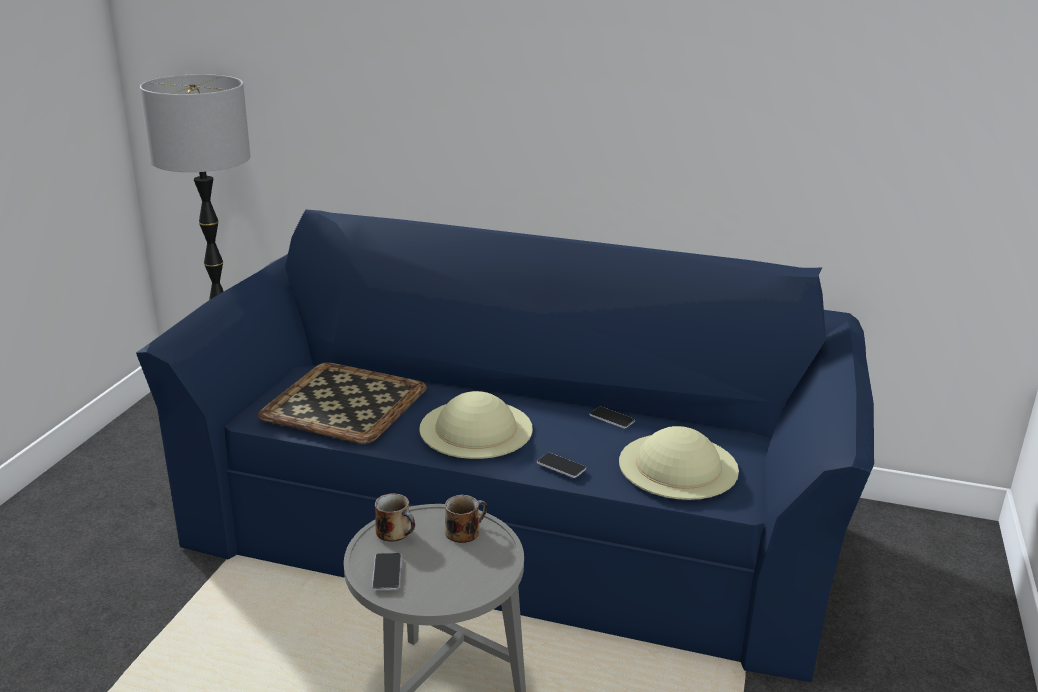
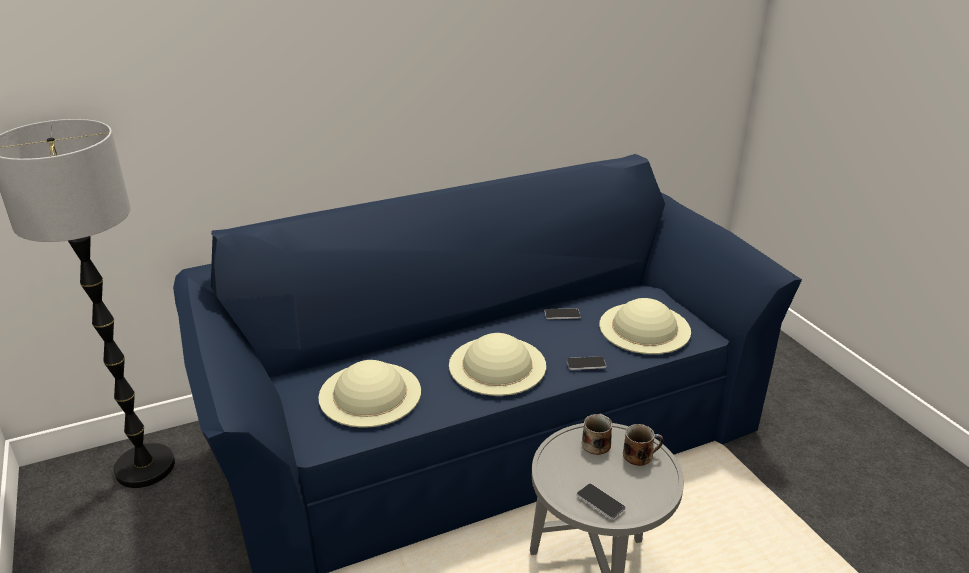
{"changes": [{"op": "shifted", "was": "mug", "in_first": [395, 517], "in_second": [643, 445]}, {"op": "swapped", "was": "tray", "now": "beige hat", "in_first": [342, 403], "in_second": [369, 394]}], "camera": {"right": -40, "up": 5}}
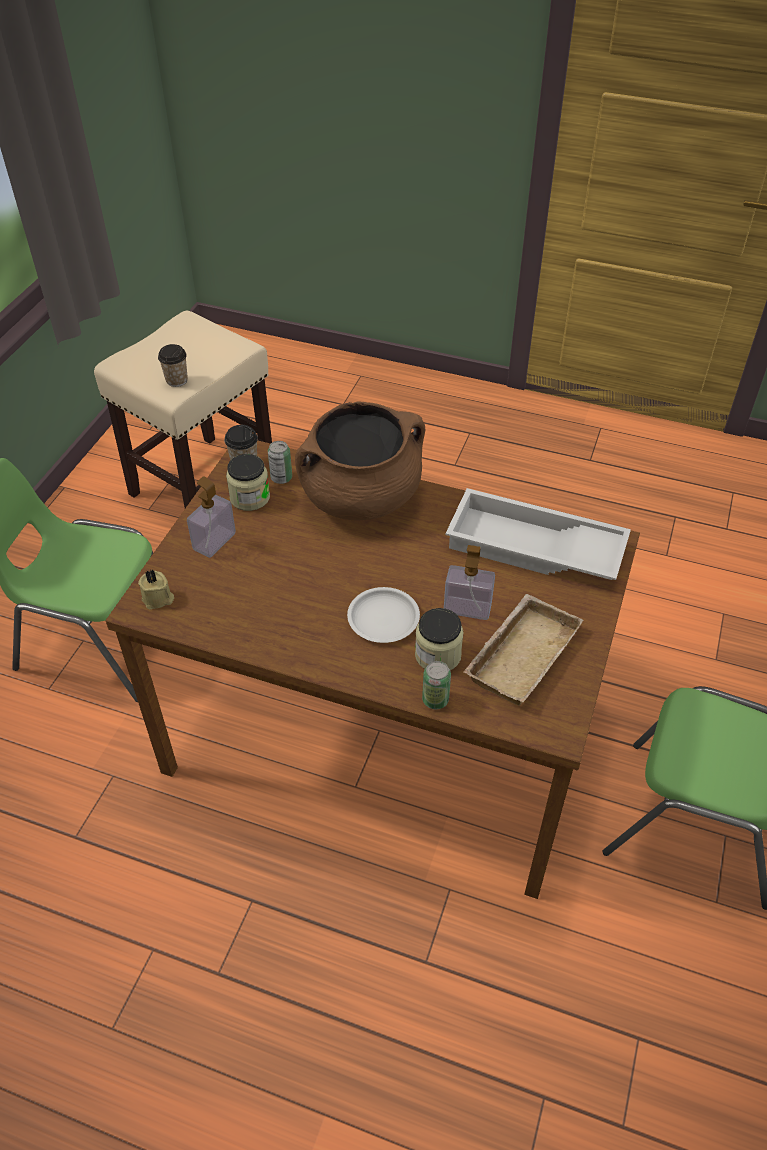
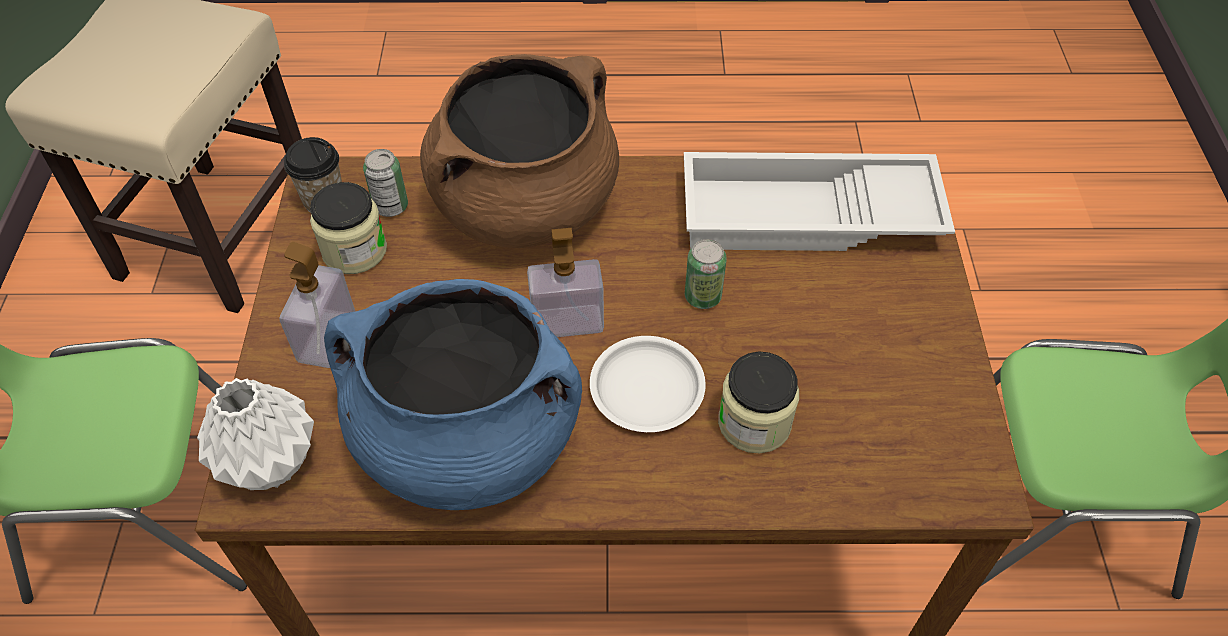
{"changes": [{"op": "gone", "was": "cup", "in_first": [173, 365]}, {"op": "gone", "was": "beige tray", "in_first": [524, 650]}, {"op": "new", "now": "blue cooking pot", "in_second": [453, 394]}, {"op": "shifted", "was": "can", "in_first": [436, 685], "in_second": [706, 274]}, {"op": "shifted", "was": "soap dispenser", "in_first": [469, 582], "in_second": [565, 282]}, {"op": "swapped", "was": "beige candle", "now": "white vase", "in_first": [156, 590], "in_second": [255, 434]}], "camera": {"right": -20, "up": 5}}
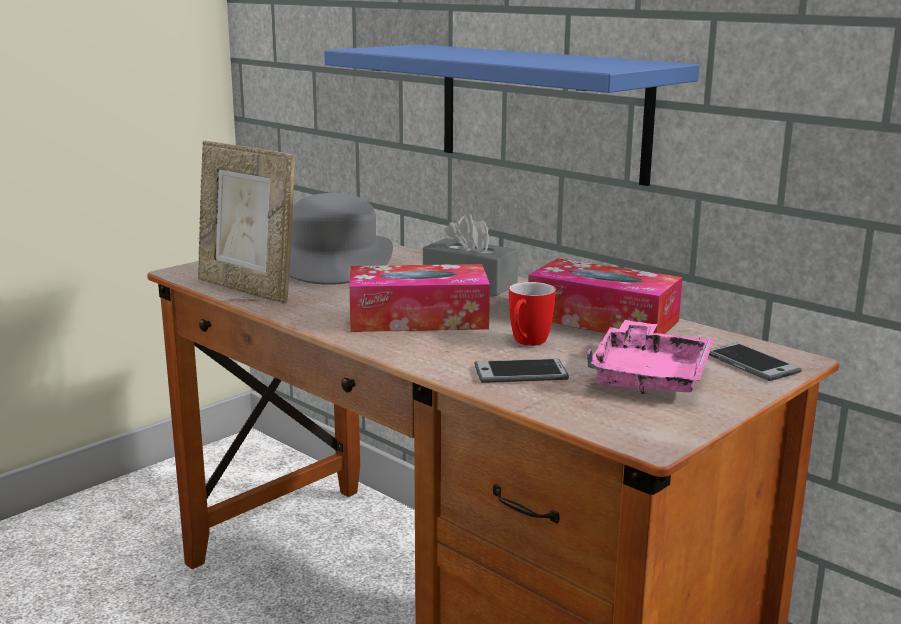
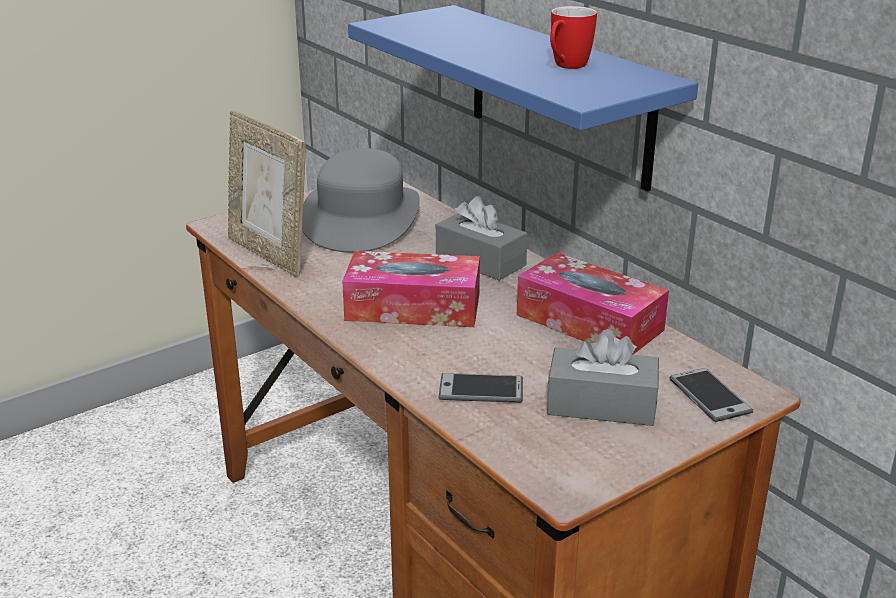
{"changes": [{"op": "shifted", "was": "mug", "in_first": [532, 314], "in_second": [573, 37]}, {"op": "swapped", "was": "pink tray", "now": "grey tissue box", "in_first": [650, 357], "in_second": [603, 377]}], "camera": {"right": 10, "up": 10}}
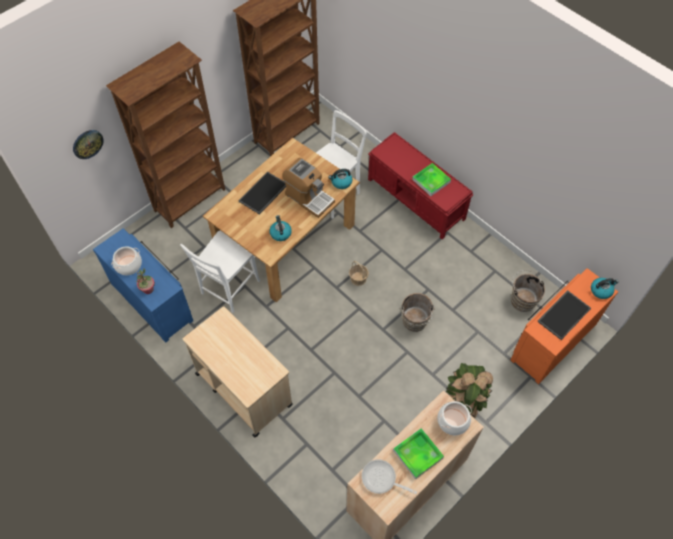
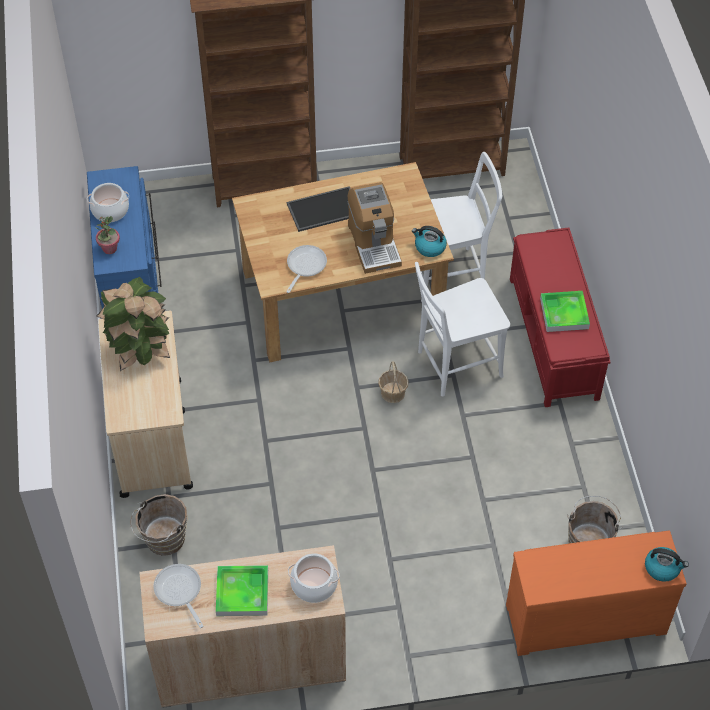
{"changes": [{"op": "gone", "was": "wall clock", "in_first": [88, 144]}, {"op": "gone", "was": "tray", "in_first": [564, 315]}, {"op": "shifted", "was": "white chair", "in_first": [220, 271], "in_second": [462, 329]}, {"op": "shifted", "was": "brown bucket", "in_first": [417, 312], "in_second": [159, 525]}, {"op": "shifted", "was": "potted plant", "in_first": [469, 390], "in_second": [133, 324]}, {"op": "swapped", "was": "kettle", "now": "frying pan", "in_first": [280, 228], "in_second": [306, 269]}], "camera": {"right": 35, "up": -5}}
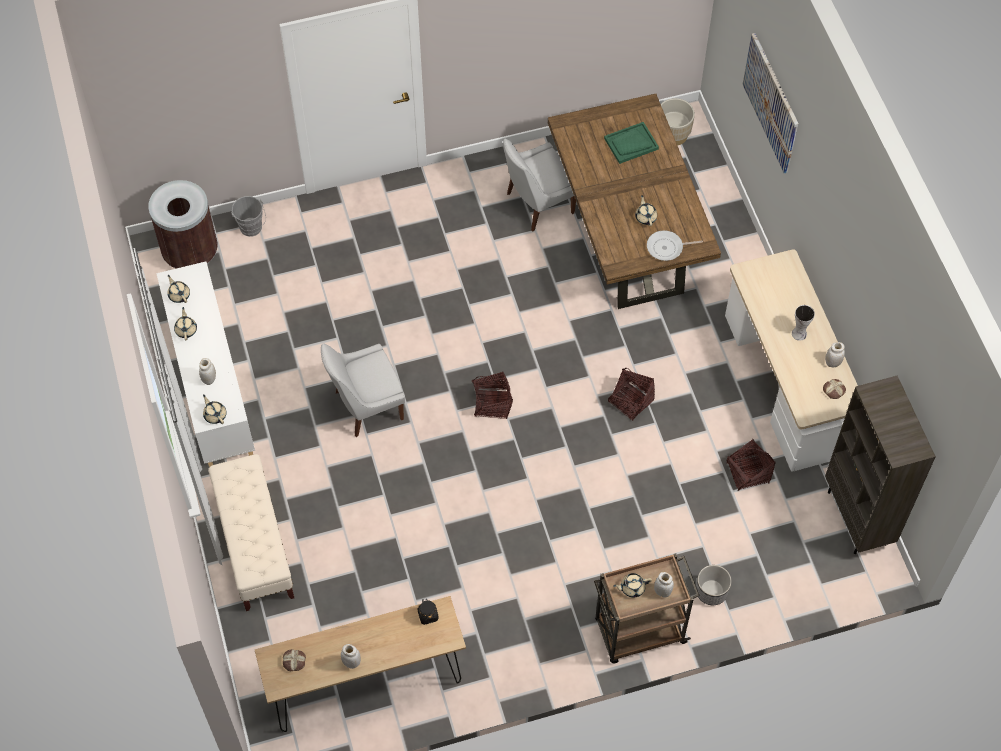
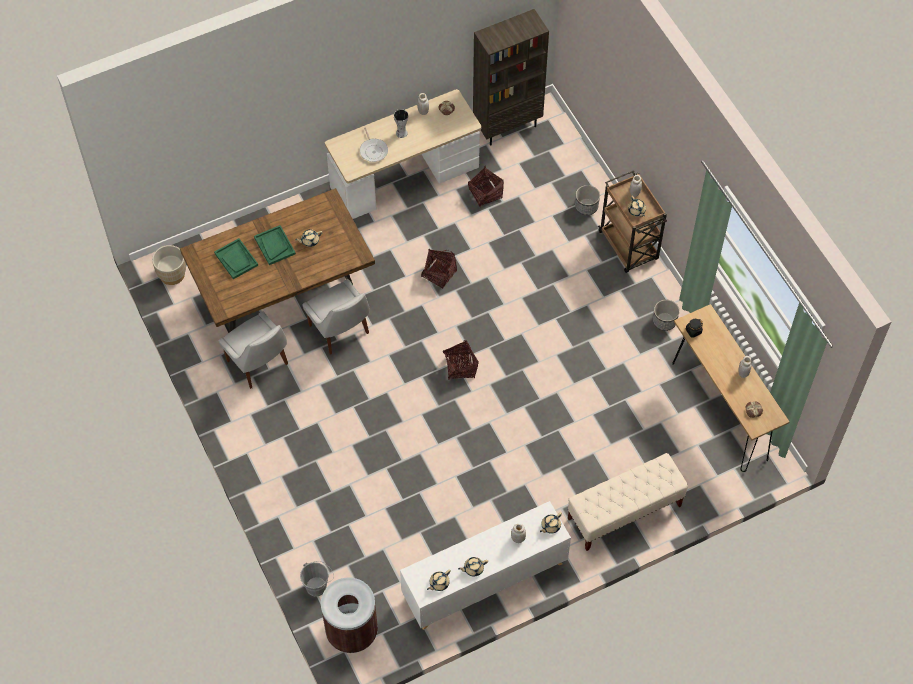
{"changes": [{"op": "gone", "was": "picture", "in_first": [771, 103]}, {"op": "new", "now": "green tray", "in_second": [275, 245]}, {"op": "new", "now": "planter", "in_second": [666, 315]}, {"op": "shifted", "was": "white chair", "in_first": [363, 390], "in_second": [336, 316]}, {"op": "shifted", "was": "frying pan", "in_first": [675, 245], "in_second": [374, 144]}], "camera": {"right": -100, "up": 0}}
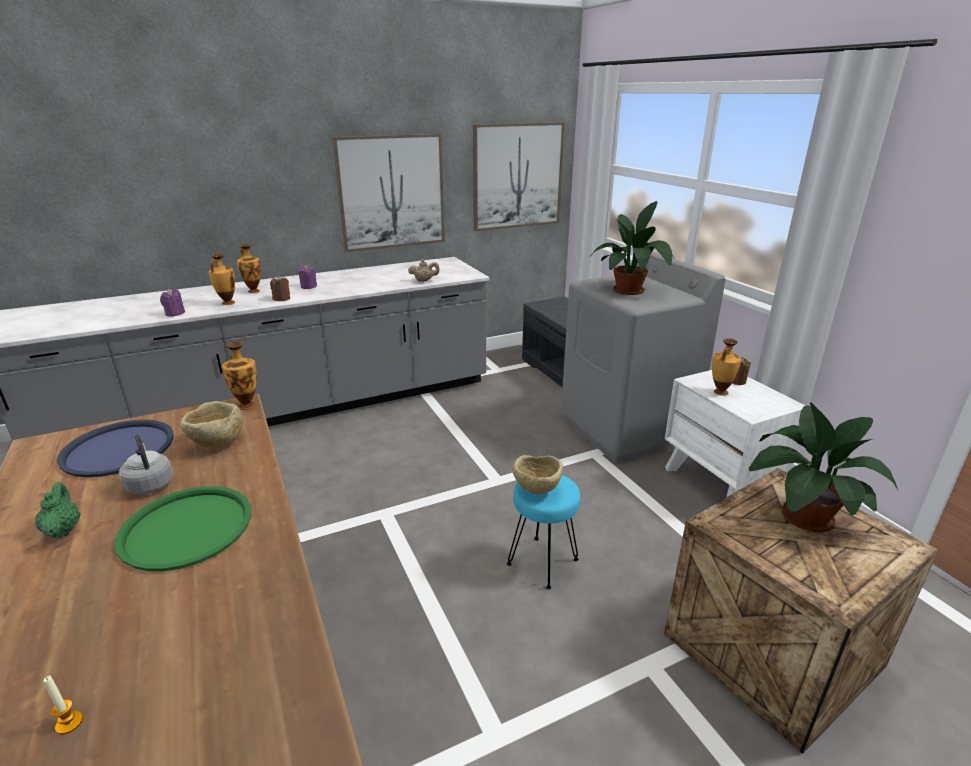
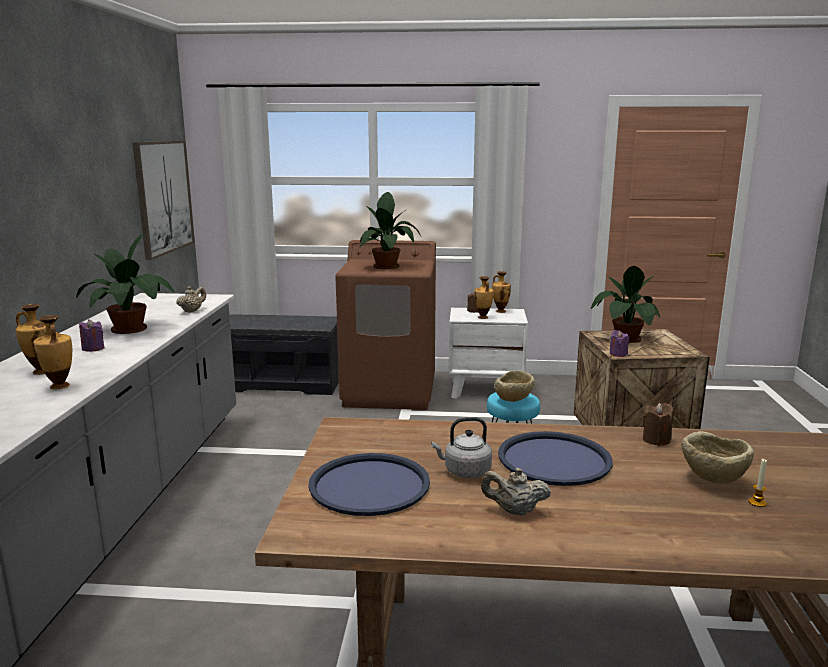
{"changes": [{"op": "gone", "was": "picture", "in_first": [388, 193]}, {"op": "new", "now": "potted plant", "in_second": [125, 284]}, {"op": "shifted", "was": "purple candle", "in_first": [172, 303], "in_second": [619, 343]}, {"op": "shifted", "was": "beige bowl", "in_first": [211, 424], "in_second": [717, 457]}, {"op": "shifted", "was": "vase", "in_first": [239, 375], "in_second": [501, 292]}, {"op": "shifted", "was": "brown candle", "in_first": [280, 288], "in_second": [658, 424]}, {"op": "repainted", "was": "green teapot", "now": "beige teapot", "in_first": [58, 510], "in_second": [516, 492]}, {"op": "repainted", "was": "green tray", "now": "blue tray", "in_first": [183, 528], "in_second": [555, 458]}, {"op": "repainted", "was": "grey washing machine", "now": "brown washing machine", "in_first": [643, 357], "in_second": [385, 325]}], "camera": {"right": -60, "up": -10}}
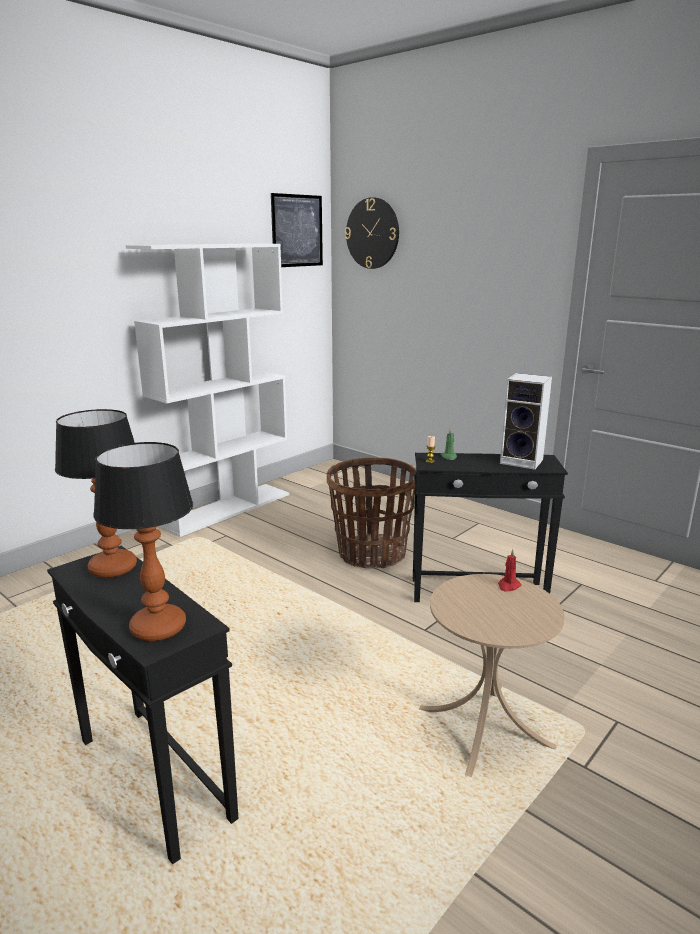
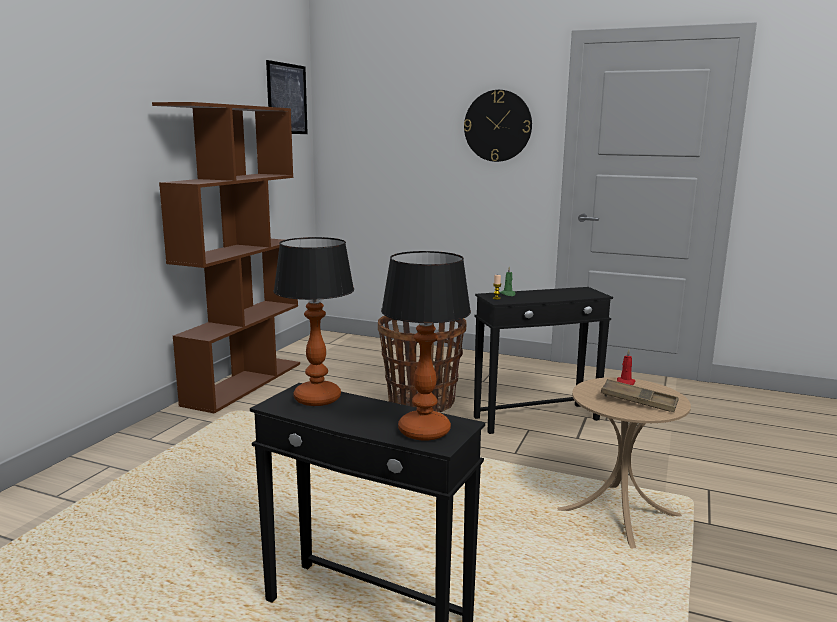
{"changes": [{"op": "gone", "was": "speaker", "in_first": [526, 421]}, {"op": "new", "now": "brown tray", "in_second": [640, 395]}, {"op": "shifted", "was": "wall clock", "in_first": [372, 233], "in_second": [498, 126]}, {"op": "repainted", "was": "white bookcase", "now": "brown bookcase", "in_first": [207, 390], "in_second": [226, 258]}], "camera": {"right": -20, "up": -5}}
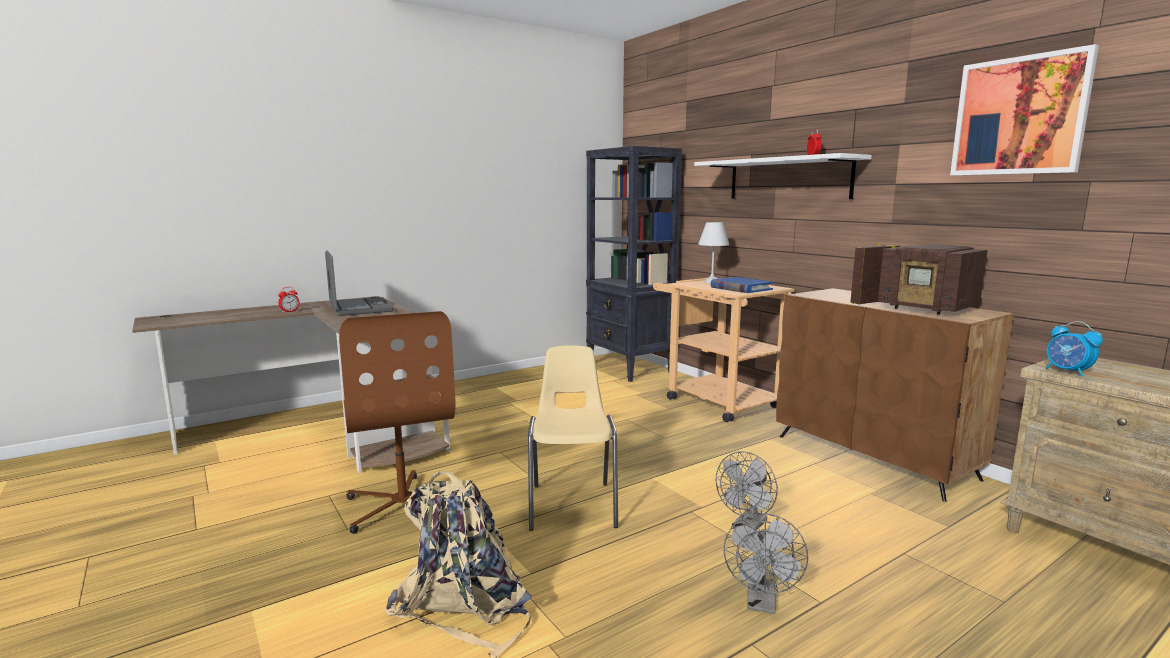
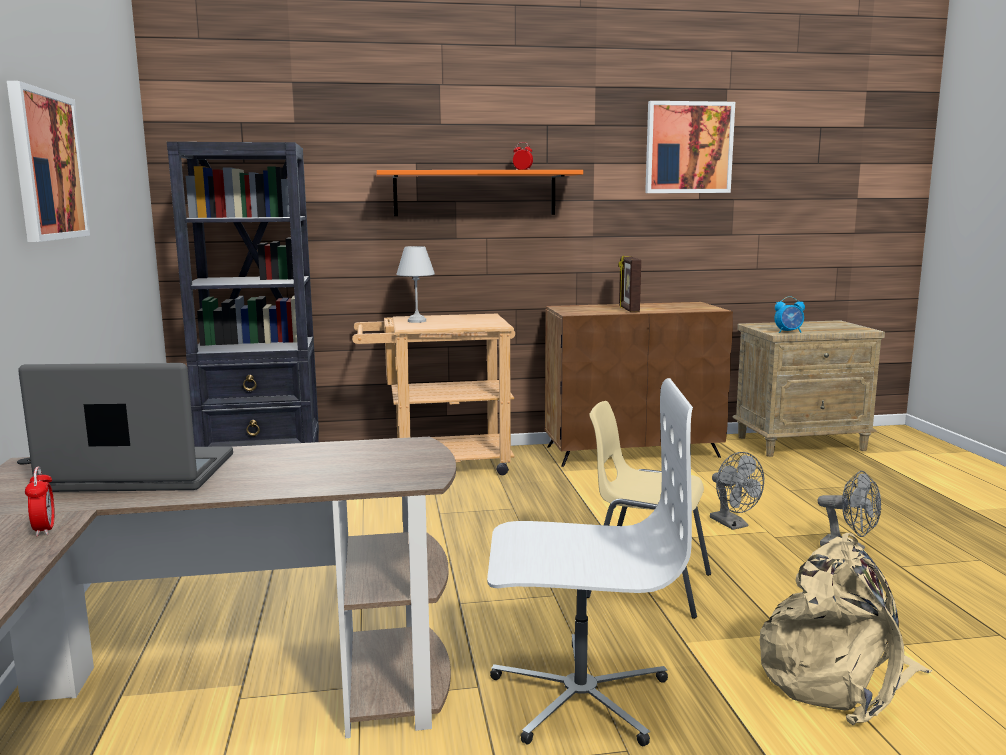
{"changes": [{"op": "gone", "was": "blue book", "in_first": [742, 285]}, {"op": "gone", "was": "radio", "in_first": [933, 279]}, {"op": "new", "now": "picture", "in_second": [48, 161]}, {"op": "repainted", "was": "brown office chair", "now": "white office chair", "in_first": [397, 422], "in_second": [590, 562]}, {"op": "repainted", "was": "white shelf", "now": "orange shelf", "in_first": [783, 176], "in_second": [479, 193]}], "camera": {"right": -65, "up": 0}}
